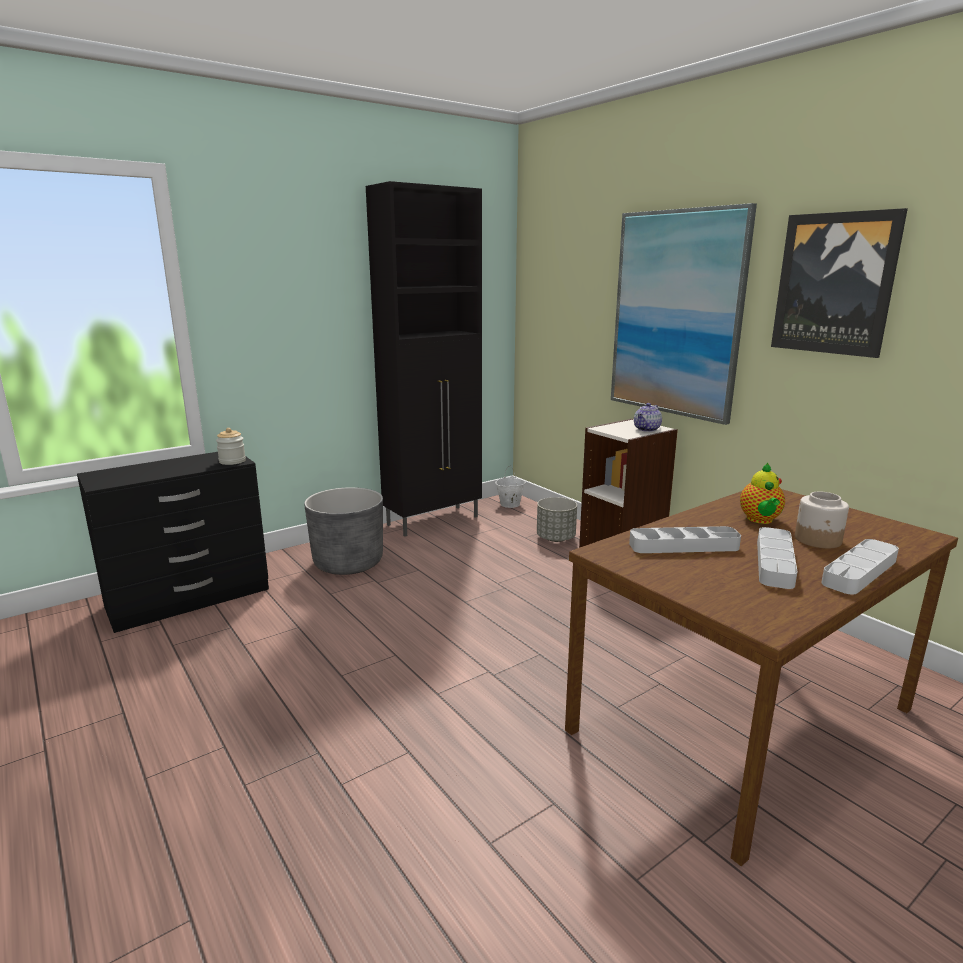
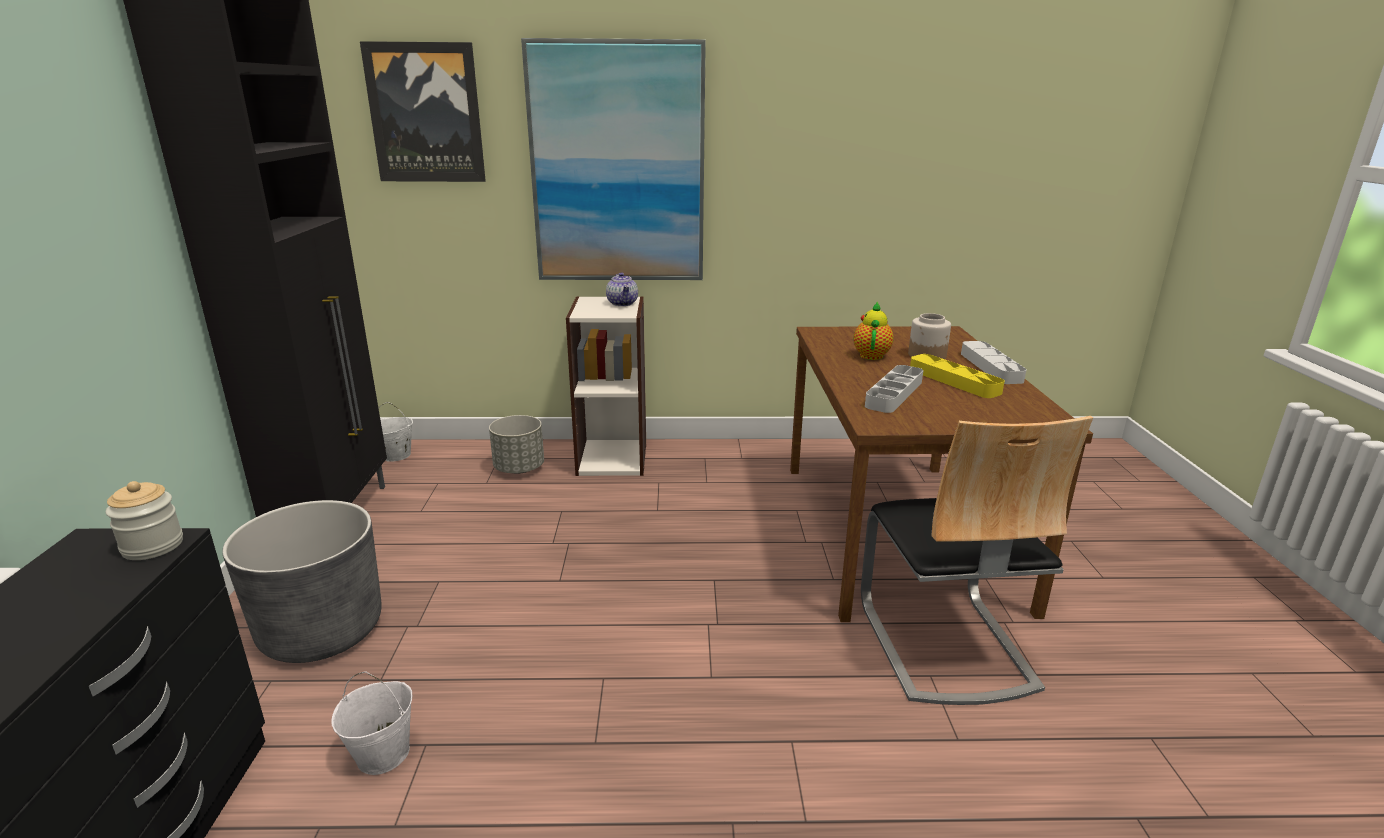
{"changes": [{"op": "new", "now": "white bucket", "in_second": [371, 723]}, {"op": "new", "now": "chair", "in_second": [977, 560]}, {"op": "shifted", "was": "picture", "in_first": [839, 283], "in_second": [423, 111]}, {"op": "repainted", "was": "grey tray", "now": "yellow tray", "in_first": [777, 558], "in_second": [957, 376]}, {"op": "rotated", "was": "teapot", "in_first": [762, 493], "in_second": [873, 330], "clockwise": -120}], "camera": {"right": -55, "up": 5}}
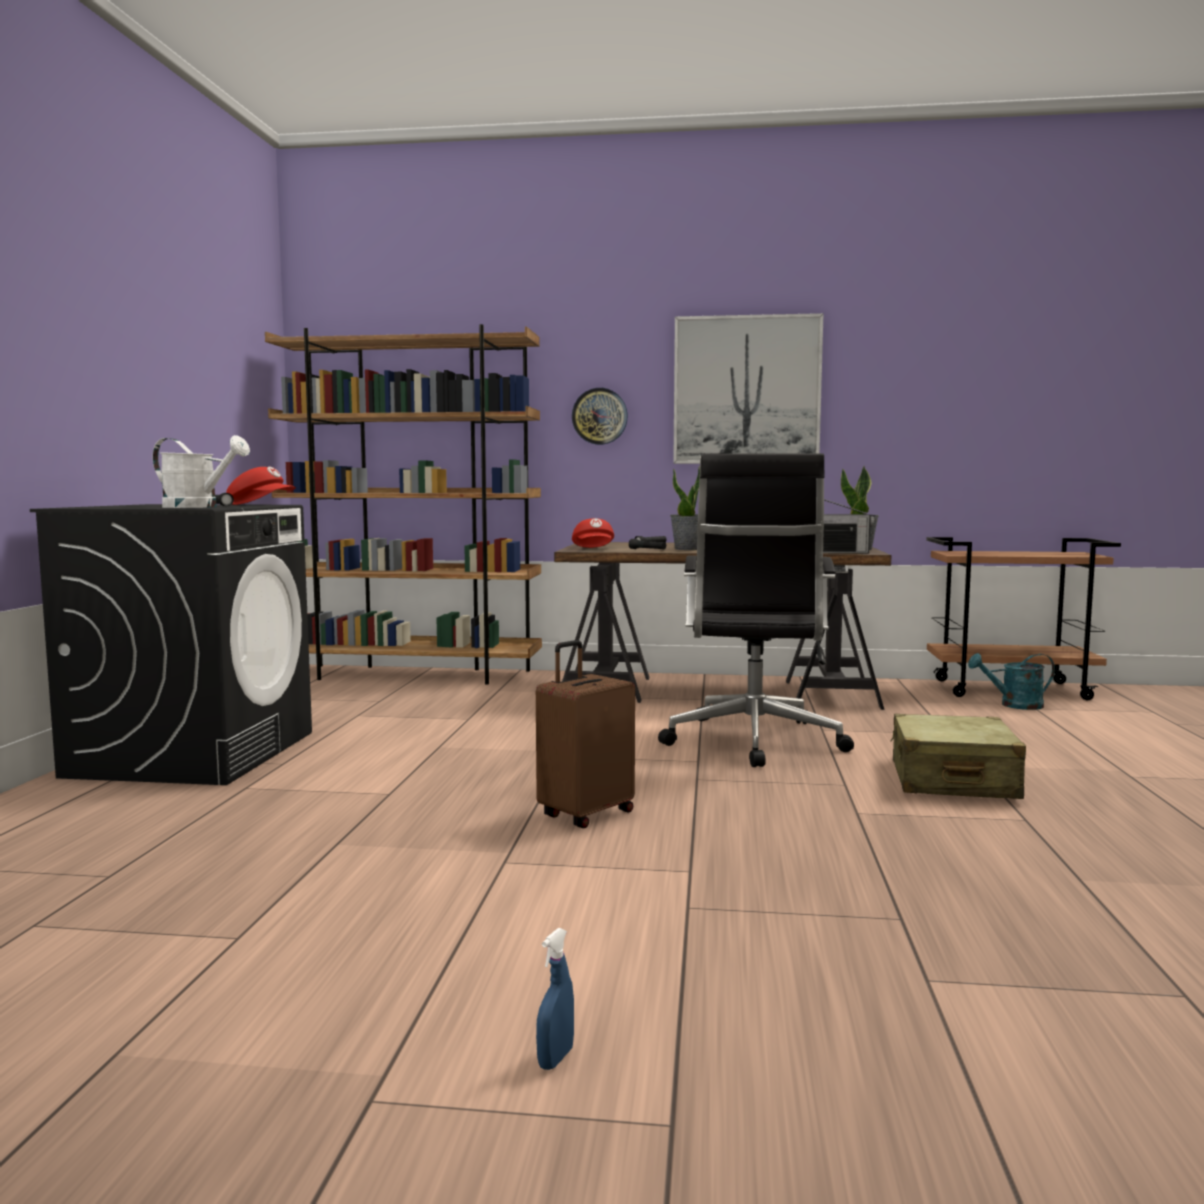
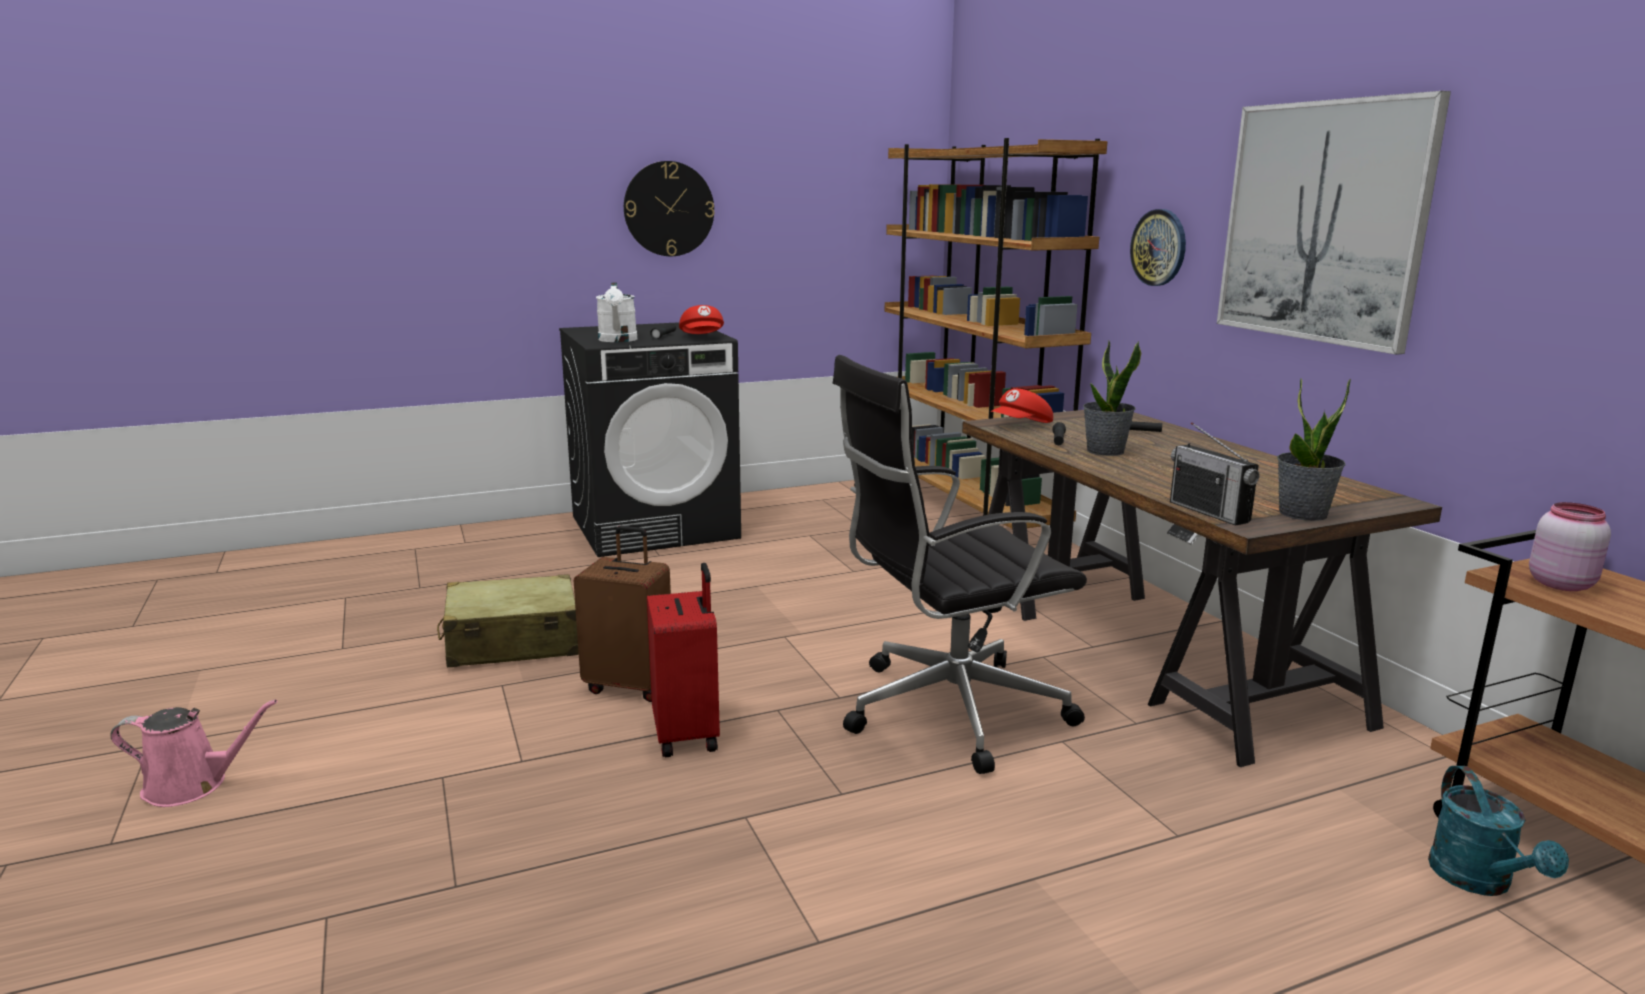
{"changes": [{"op": "new", "now": "wall clock", "in_second": [669, 208]}, {"op": "new", "now": "red suitcase", "in_second": [683, 660]}, {"op": "new", "now": "pink jar", "in_second": [1570, 546]}, {"op": "shifted", "was": "beige suitcase", "in_first": [958, 756], "in_second": [508, 621]}, {"op": "swapped", "was": "blue spray bottle", "now": "pink watering can", "in_first": [555, 999], "in_second": [194, 753]}, {"op": "rotated", "was": "turquoise watering can", "in_first": [1011, 681], "in_second": [1498, 831], "clockwise": -150}], "camera": {"right": 60, "up": 10}}
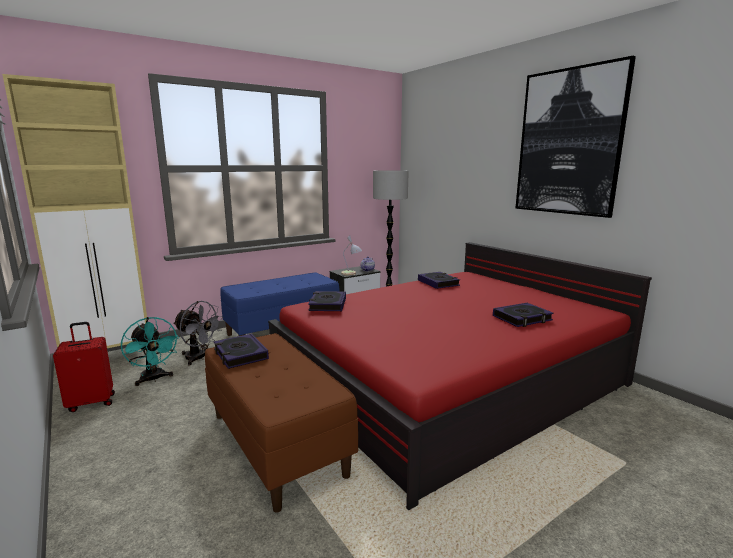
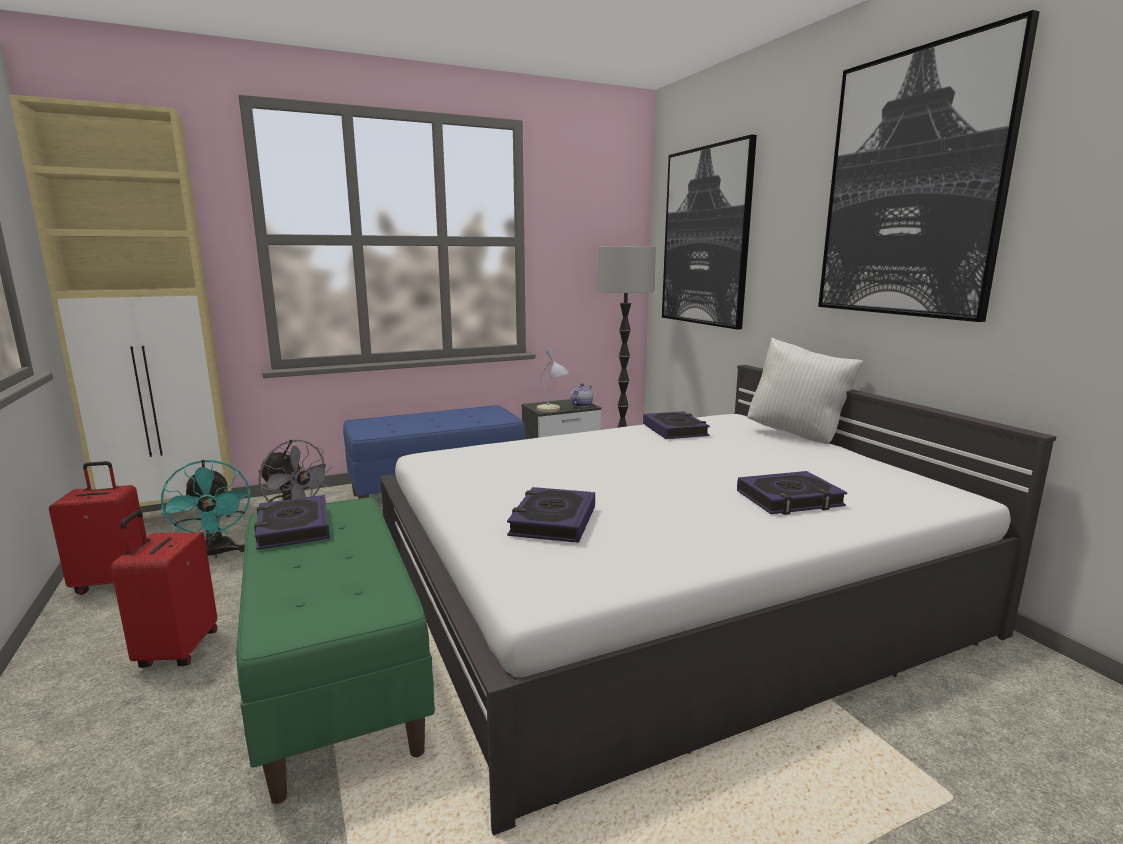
{"changes": [{"op": "new", "now": "red suitcase", "in_second": [164, 589]}, {"op": "new", "now": "picture", "in_second": [709, 231]}, {"op": "new", "now": "white pillow", "in_second": [805, 390]}, {"op": "shifted", "was": "book", "in_first": [327, 301], "in_second": [551, 515]}, {"op": "repainted", "was": "brown bench", "now": "green bench", "in_first": [281, 423], "in_second": [335, 650]}, {"op": "repainted", "was": "red bed", "now": "white bed", "in_first": [460, 376], "in_second": [718, 600]}], "camera": {"right": 10, "up": 0}}
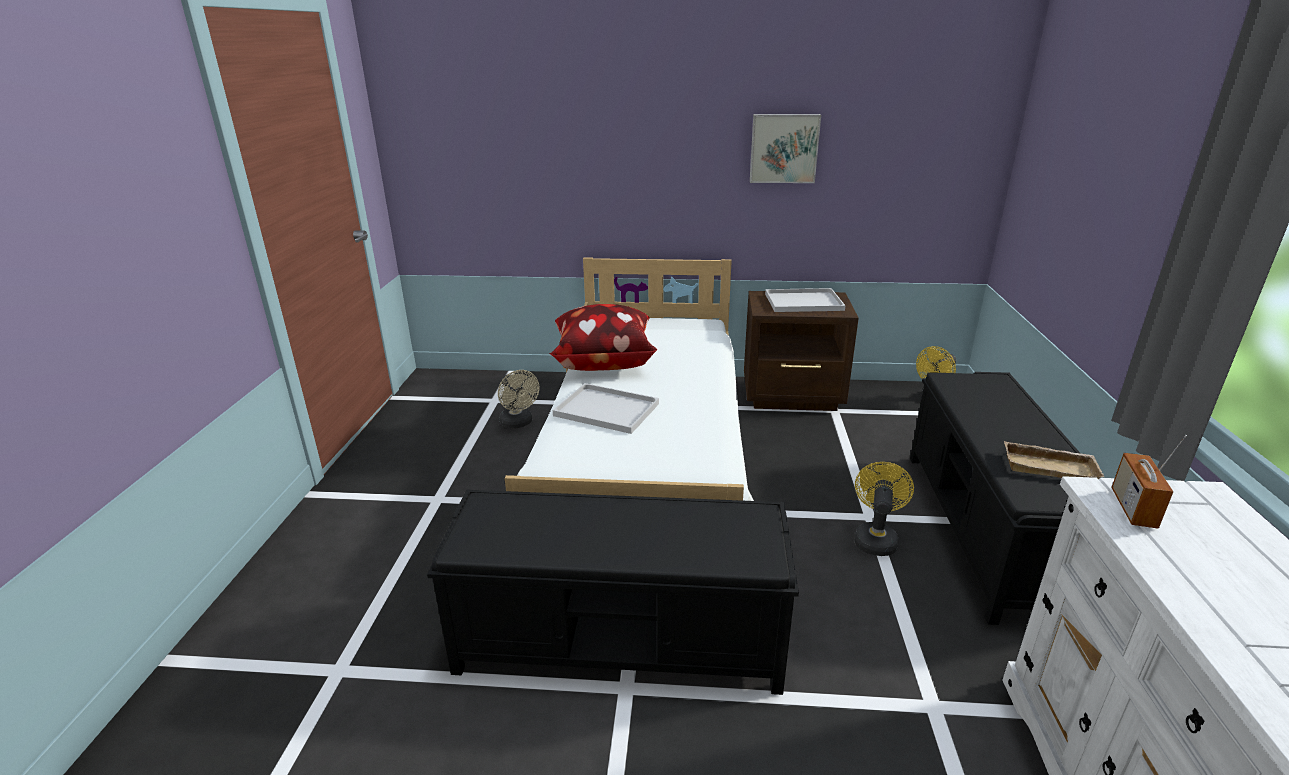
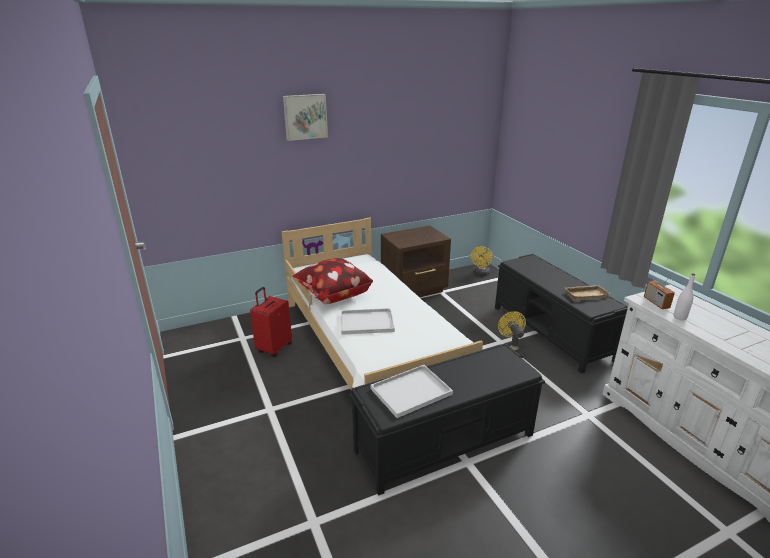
{"changes": [{"op": "new", "now": "white bottle", "in_second": [684, 297]}, {"op": "shifted", "was": "picture", "in_first": [785, 148], "in_second": [305, 117]}, {"op": "shifted", "was": "white tray", "in_first": [805, 300], "in_second": [411, 391]}, {"op": "swapped", "was": "beige fan", "now": "red suitcase", "in_first": [518, 399], "in_second": [271, 322]}], "camera": {"right": -30, "up": 0}}
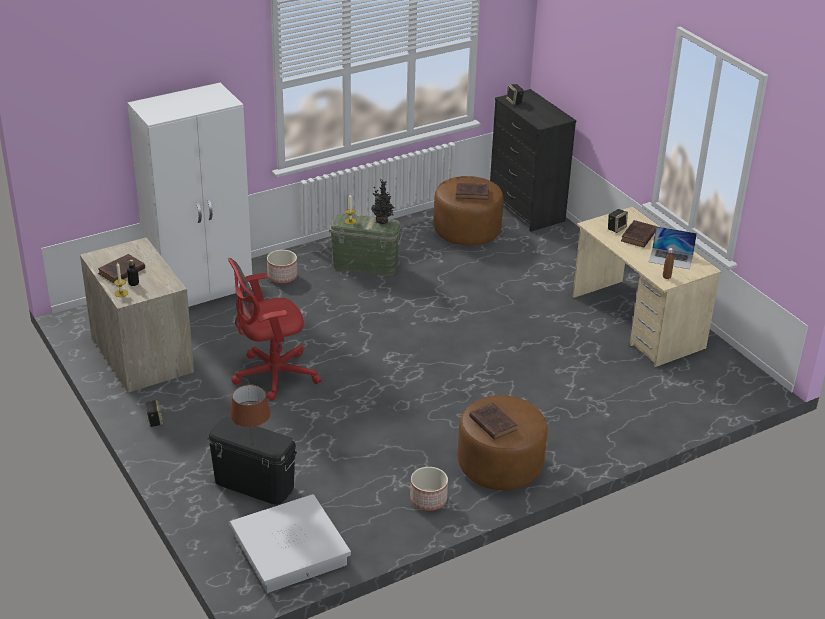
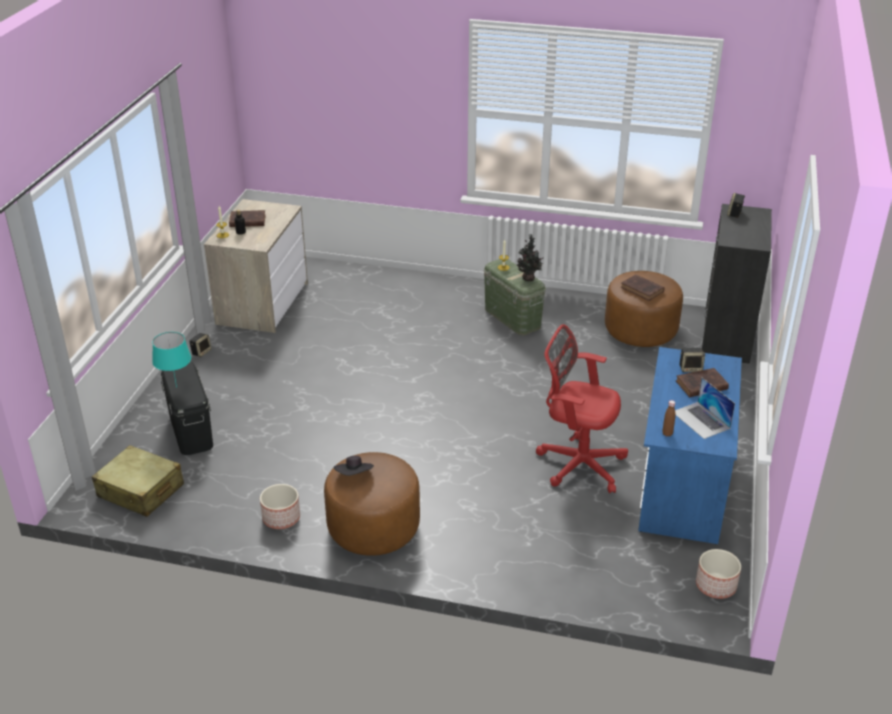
{"changes": [{"op": "gone", "was": "white wardrobe", "in_first": [189, 195]}, {"op": "shifted", "was": "red office chair", "in_first": [275, 329], "in_second": [582, 408]}, {"op": "shifted", "was": "planter", "in_first": [282, 266], "in_second": [718, 574]}, {"op": "swapped", "was": "white storage box", "now": "beige suitcase", "in_first": [290, 543], "in_second": [138, 481]}, {"op": "swapped", "was": "brown book", "now": "black hat", "in_first": [493, 421], "in_second": [354, 466]}, {"op": "repainted", "was": "brown table lamp", "now": "turquoise table lamp", "in_first": [250, 413], "in_second": [171, 360]}, {"op": "repainted", "was": "beige desk", "now": "blue desk", "in_first": [647, 287], "in_second": [690, 445]}], "camera": {"right": 45, "up": 0}}
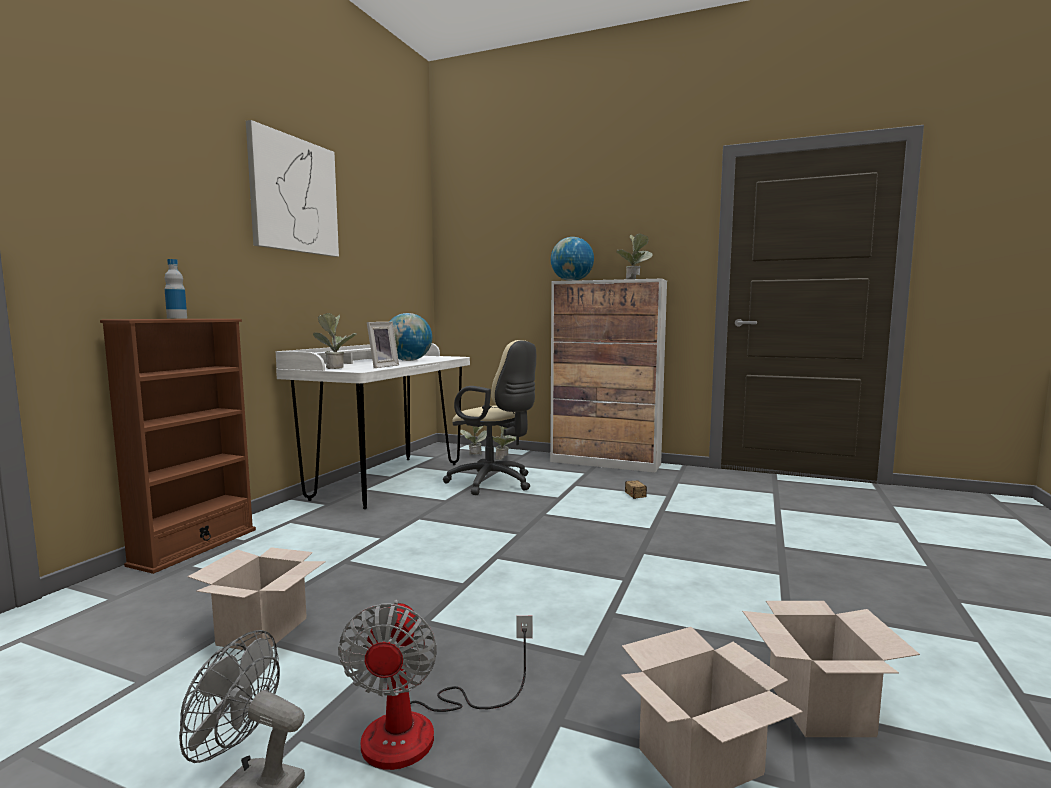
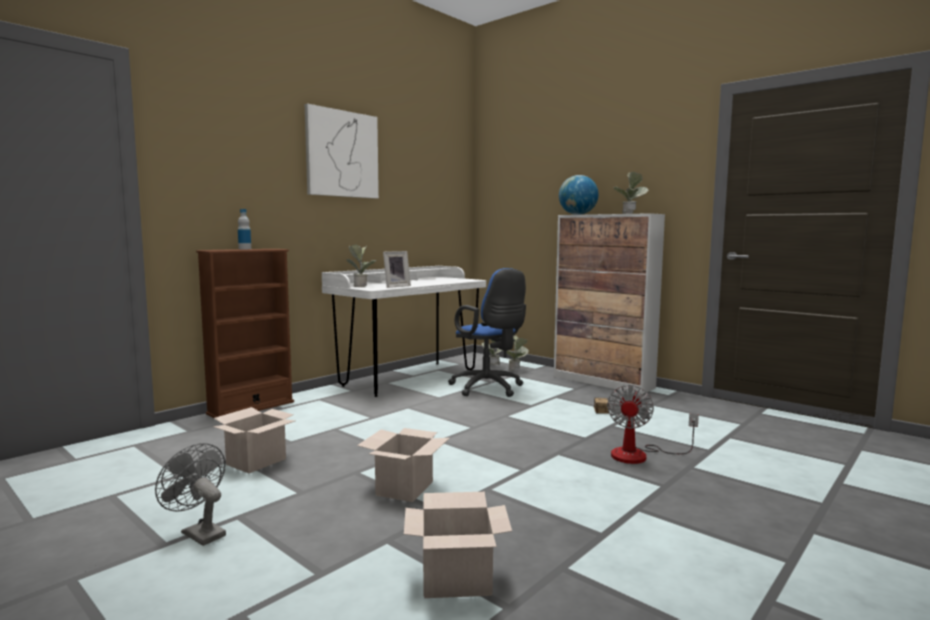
{"changes": [{"op": "gone", "was": "globe", "in_first": [410, 337]}, {"op": "shifted", "was": "fan", "in_first": [435, 685], "in_second": [653, 424]}, {"op": "shifted", "was": "cardboard box", "in_first": [831, 669], "in_second": [403, 465]}, {"op": "repainted", "was": "beige office chair", "now": "blue office chair", "in_first": [489, 417], "in_second": [487, 332]}], "camera": {"right": 20, "up": 0}}
